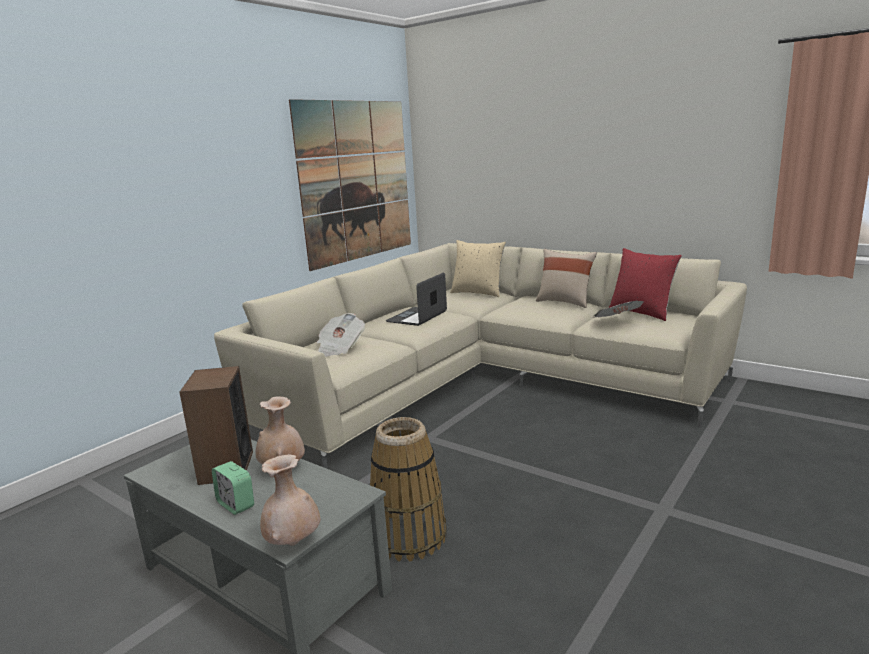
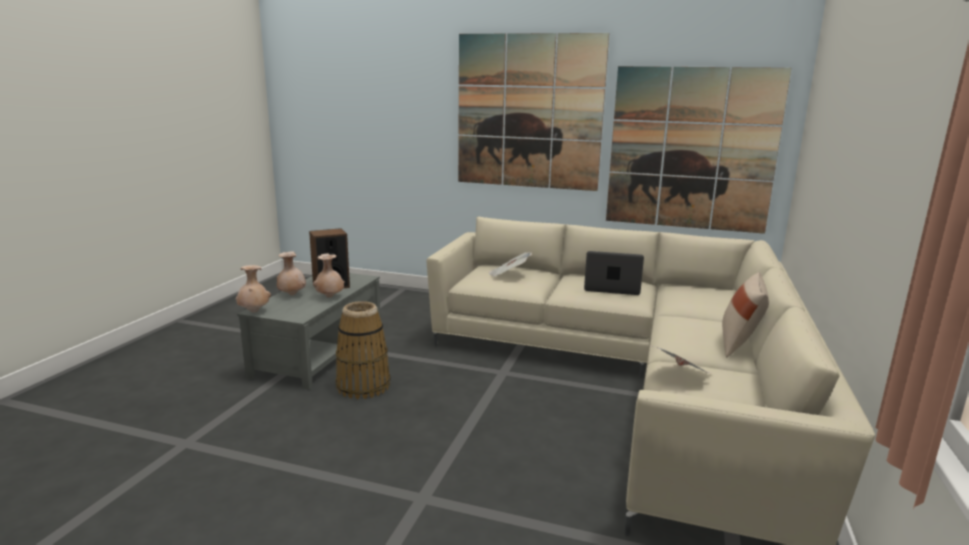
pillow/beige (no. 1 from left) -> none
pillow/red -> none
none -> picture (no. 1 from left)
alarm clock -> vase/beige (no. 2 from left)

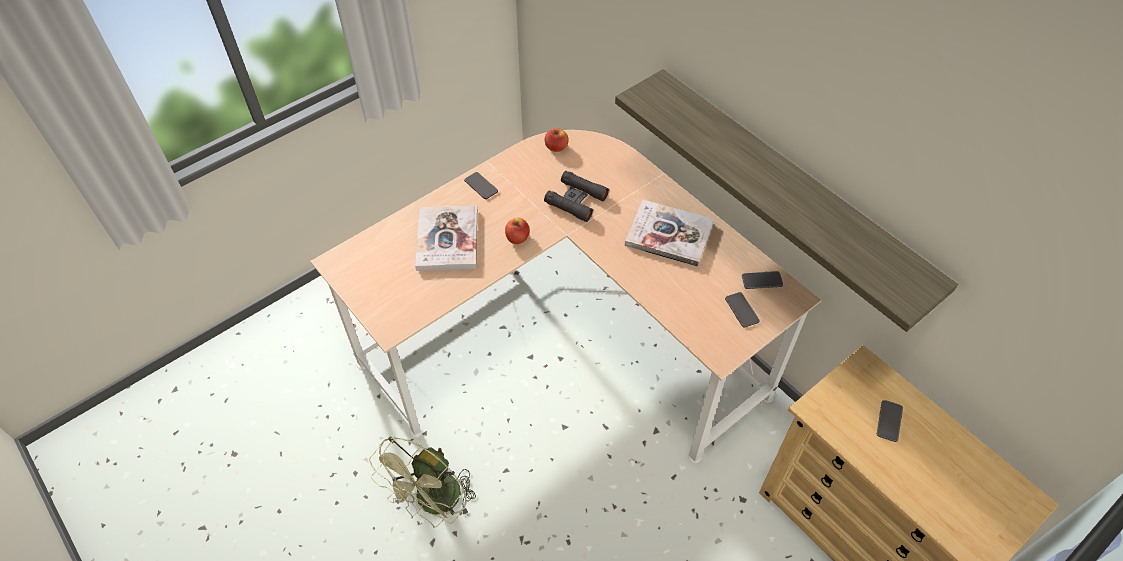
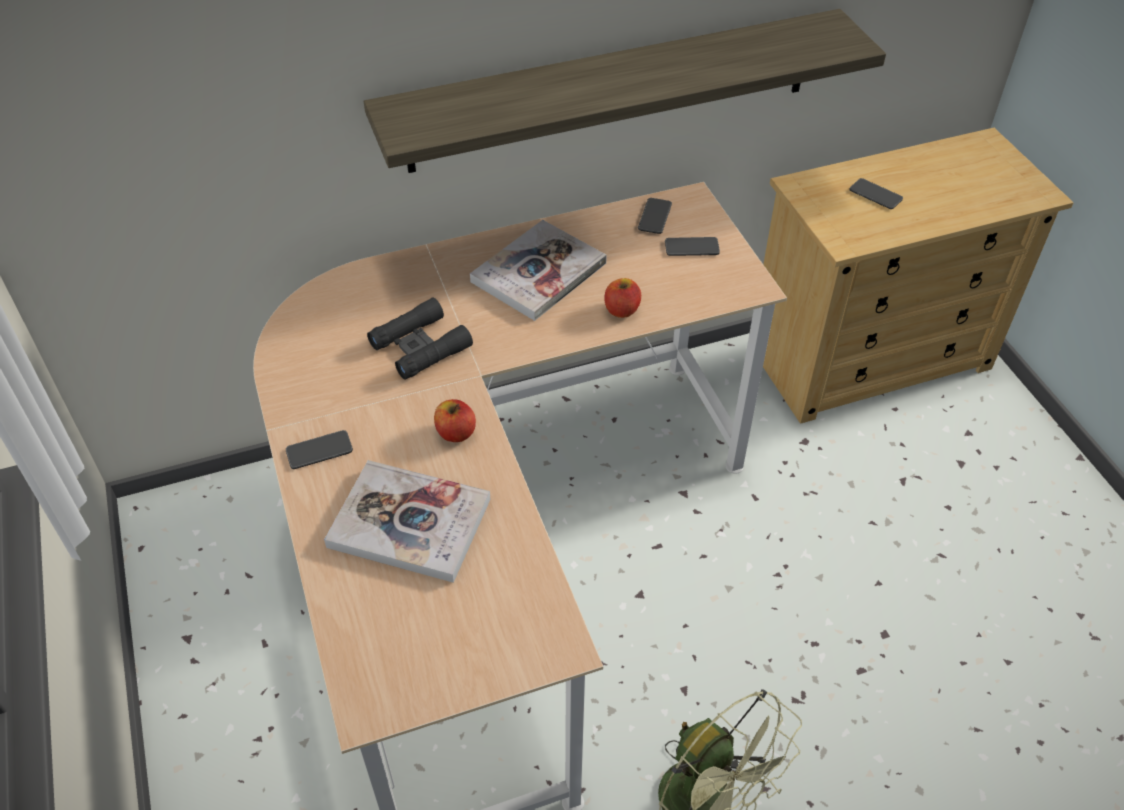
apple (no. 2 from left), relocated

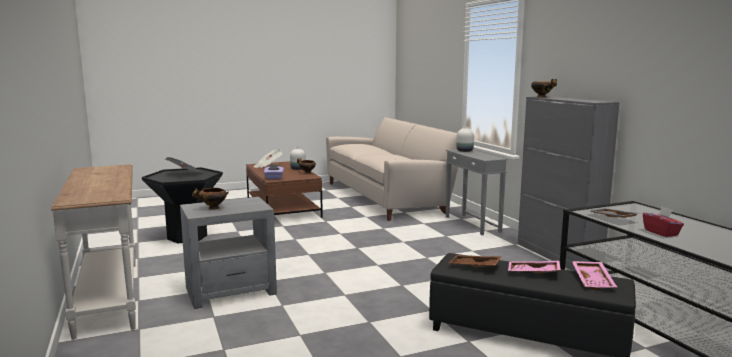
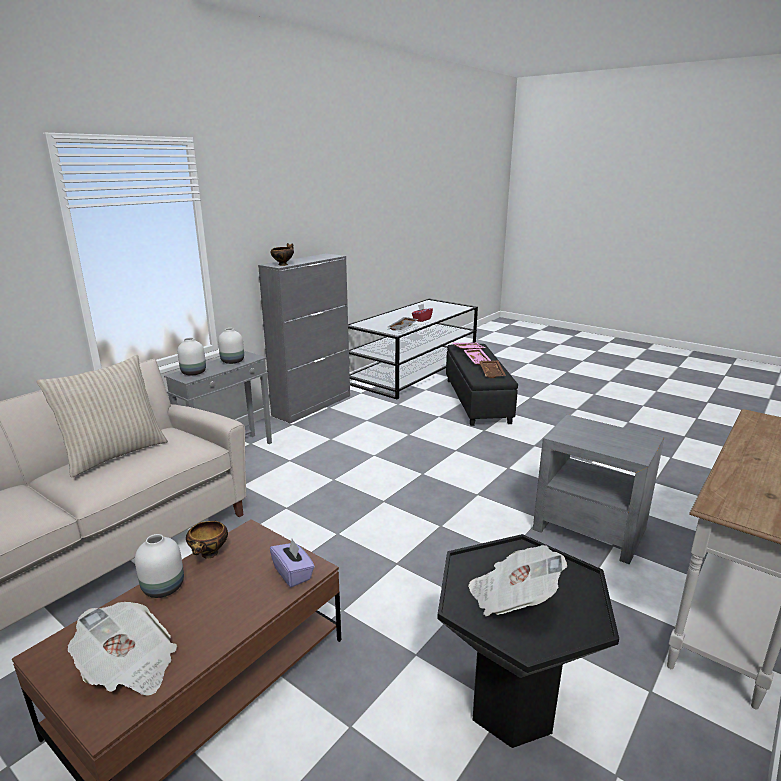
bowl (no. 1 from left) -> none
none -> pillow/beige
none -> vase/white (no. 3 from left)

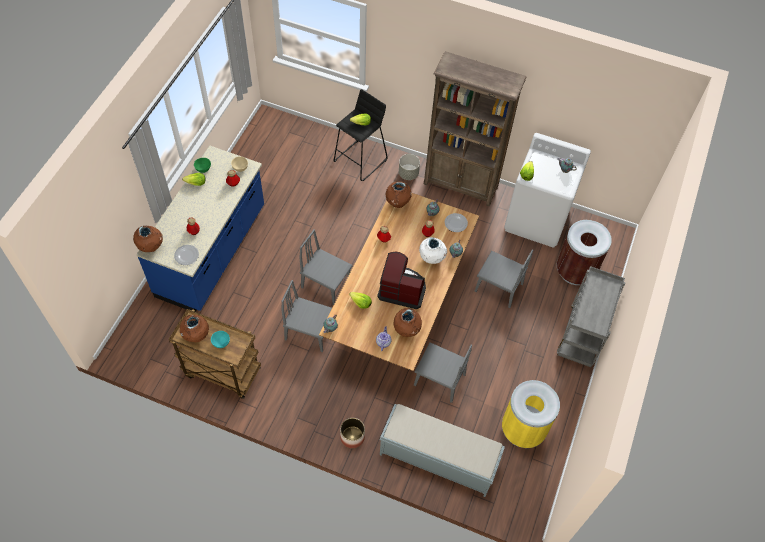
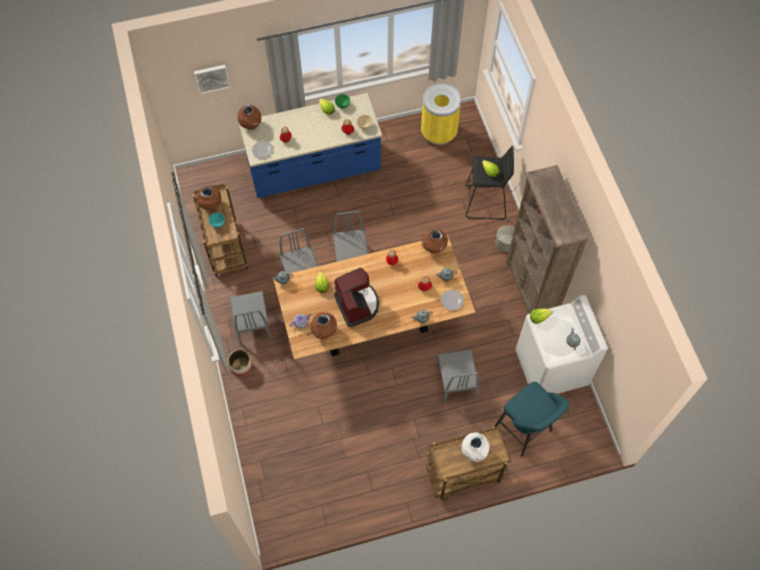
bench/grey -> none
none -> picture
chair/grey (no. 3 from left in the first image) -> chair/grey (no. 1 from left), relocated
vase/white, relocated
trash can/yellow, relocated
trash can/brown -> stool/turquoise
cart/grey -> cart/brown (no. 2 from left)

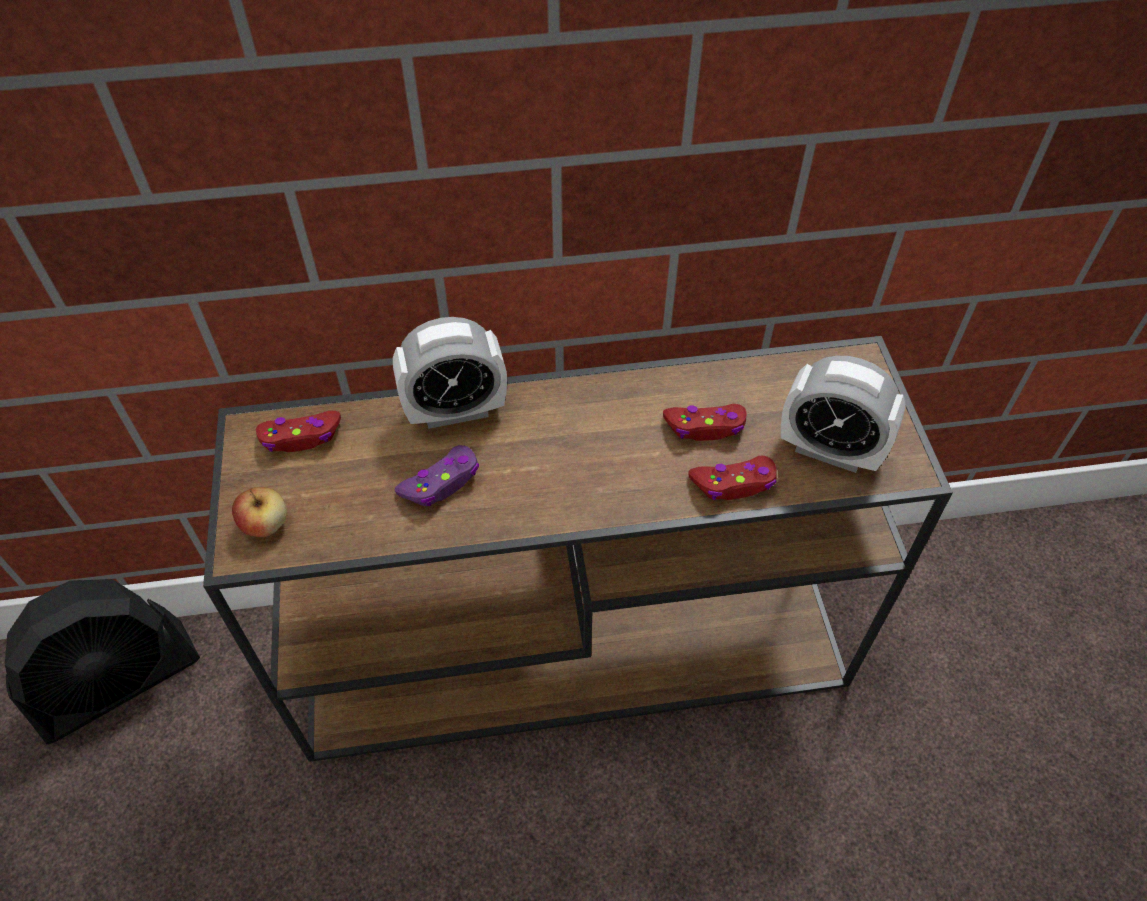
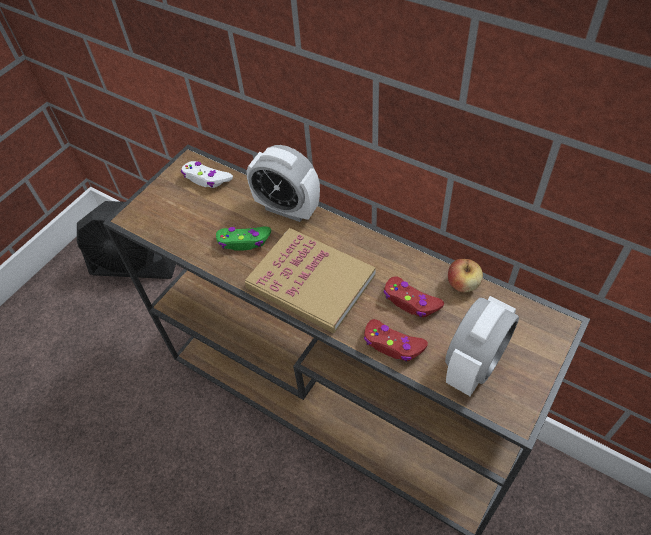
none -> book
apple, relocated
game controller/red (no. 1 from left) -> game controller/white
game controller/purple -> game controller/green
alarm clock (no. 2 from left), 120 degrees counterclockwise

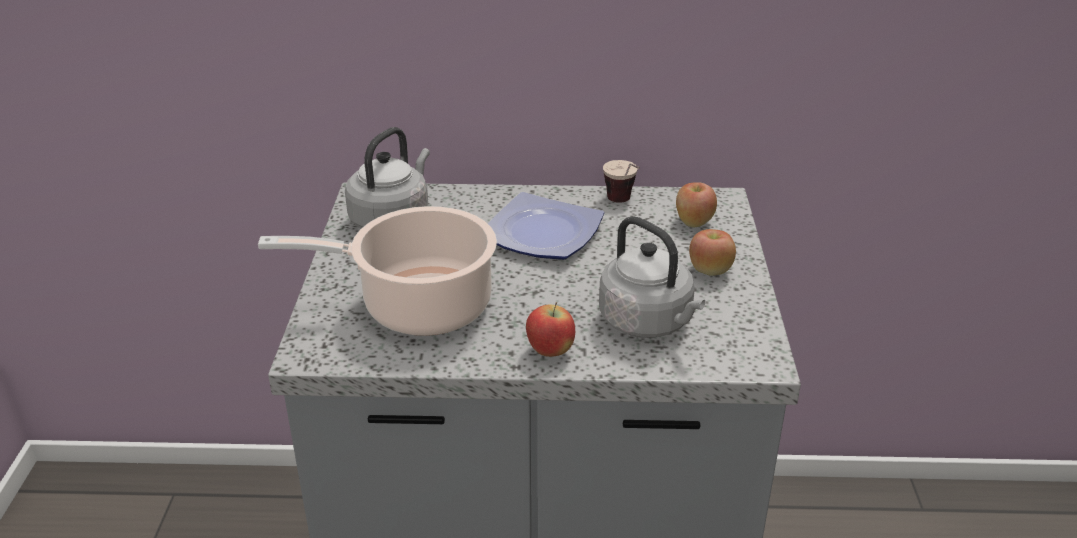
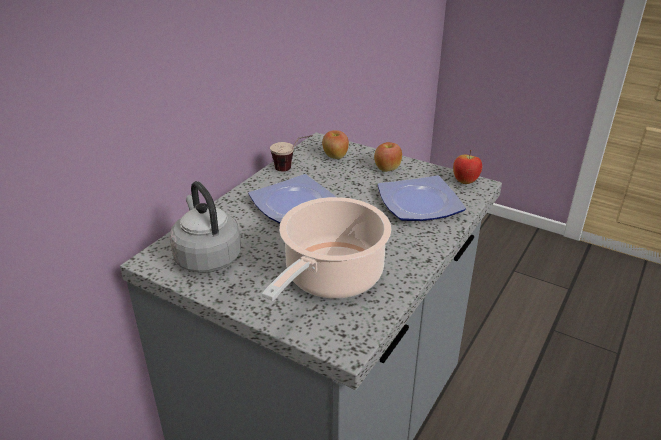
apple (no. 1 from left in the first image) -> apple (no. 3 from left), relocated
kettle/grey (no. 2 from left) -> plate (no. 2 from left)

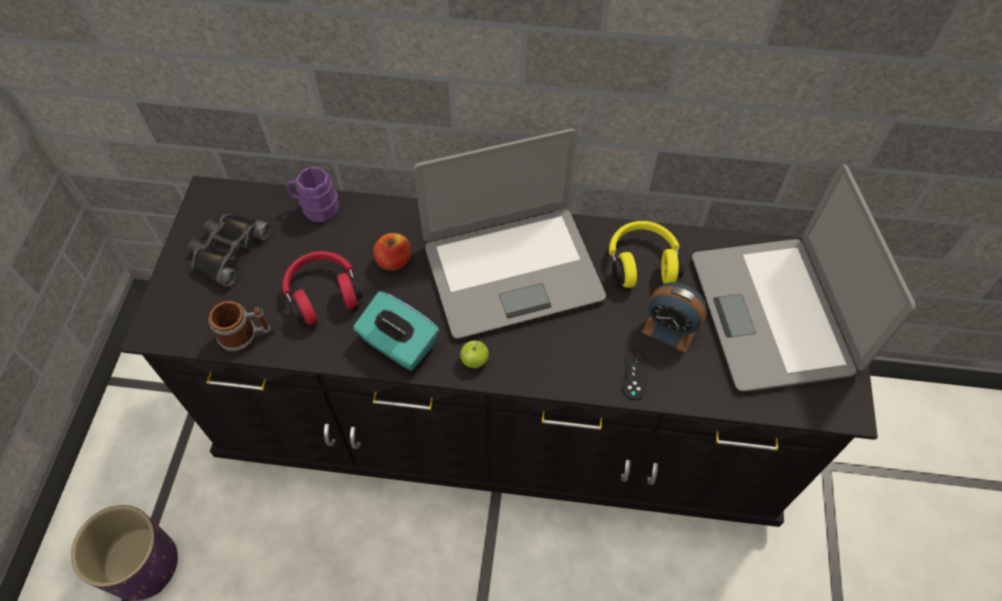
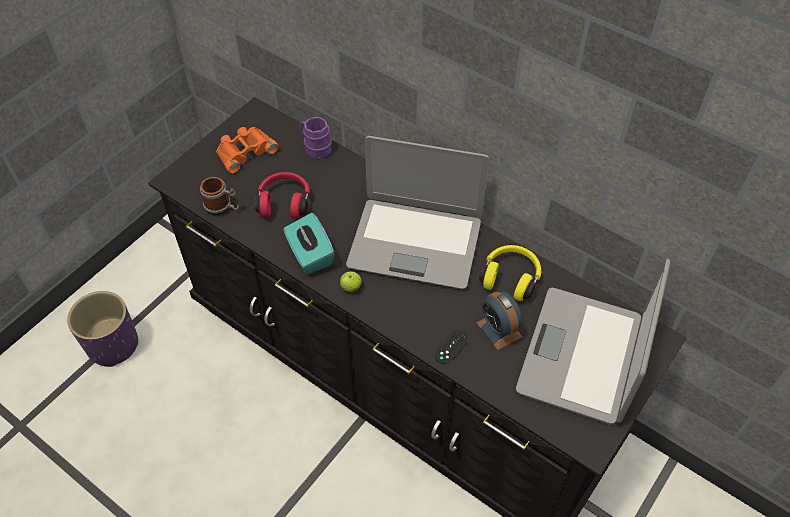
apple (no. 1 from left) -> none
binoculars/black -> binoculars/orange

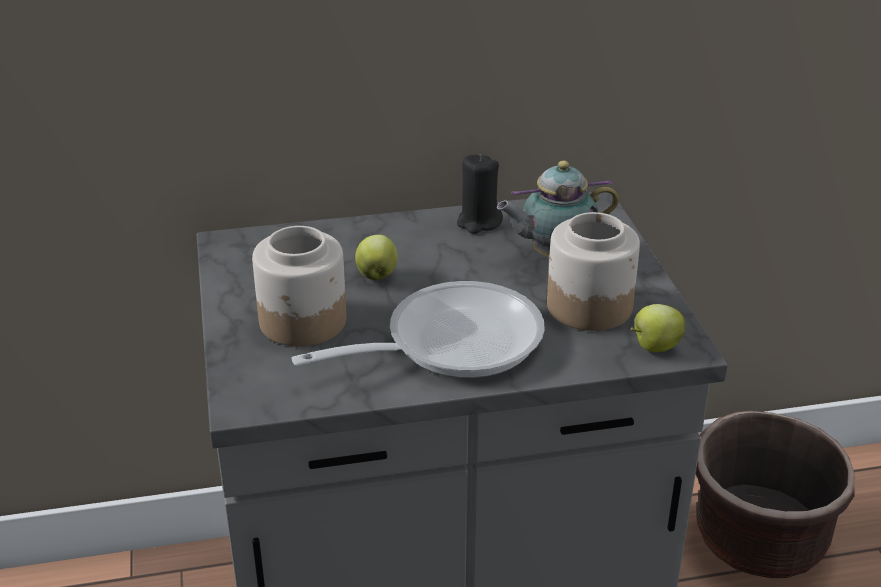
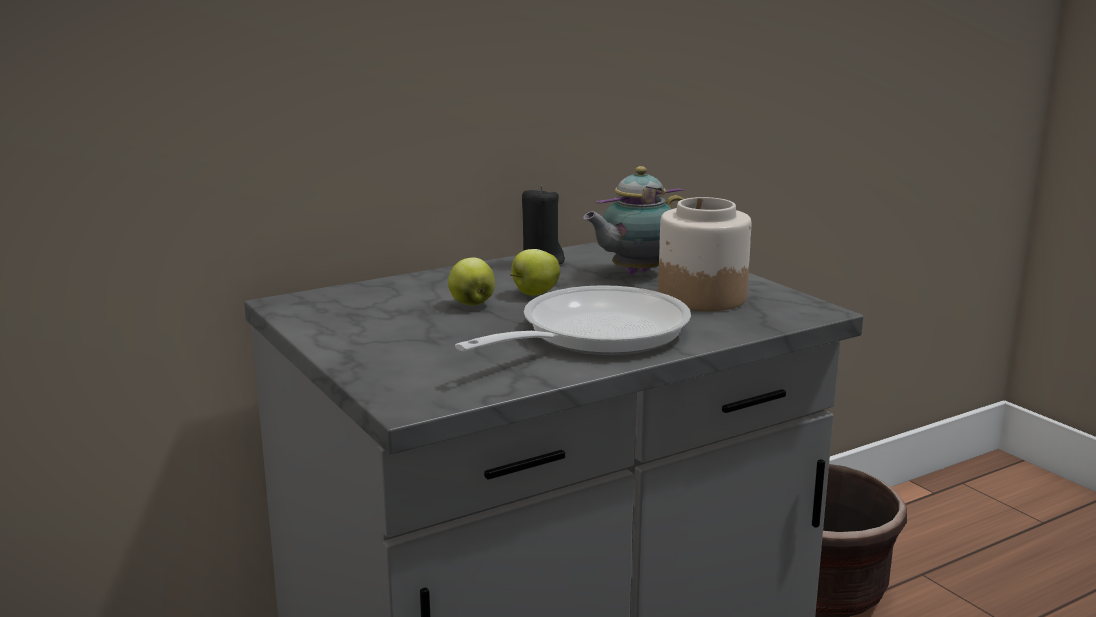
jar (no. 1 from left) -> none
apple (no. 2 from left), relocated

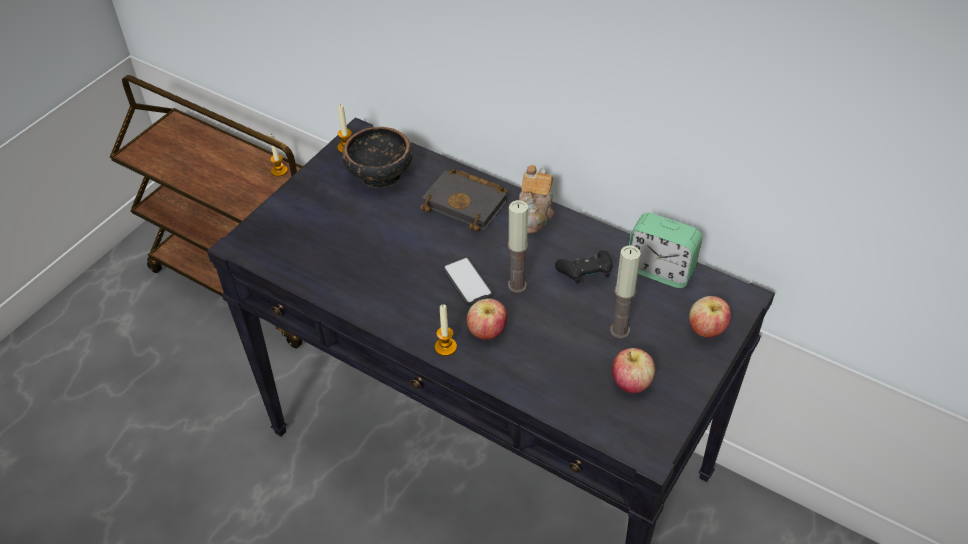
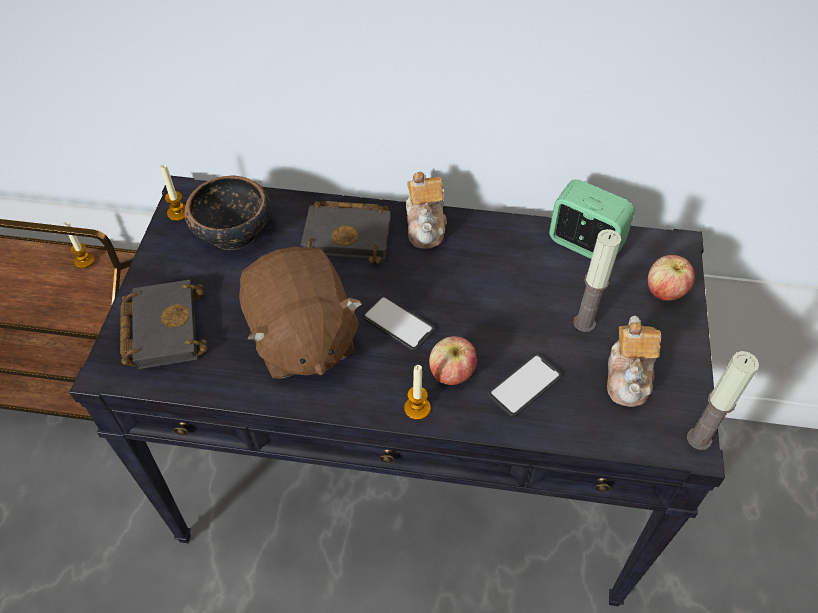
game controller/black -> none
none -> book/black (no. 1 from left)
none -> plush toy/brown
none -> phone (no. 2 from left)
candle (no. 4 from left in the first image) -> candle (no. 5 from left), relocated
apple (no. 2 from left) -> teapot (no. 2 from left)
alarm clock, 150 degrees counterclockwise

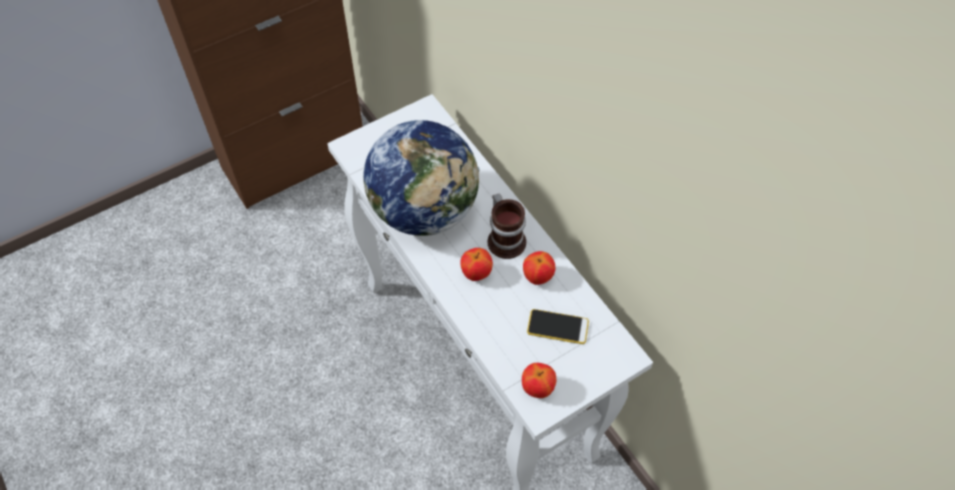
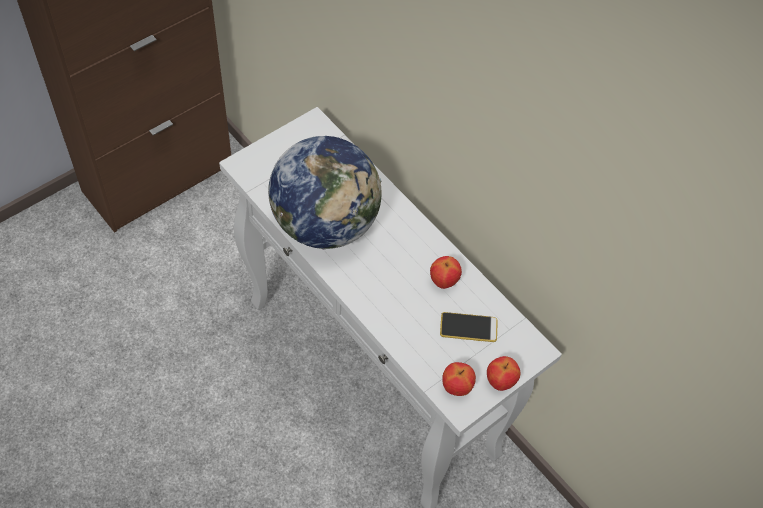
mug -> none
apple (no. 1 from left in the first image) -> apple (no. 3 from left), relocated

